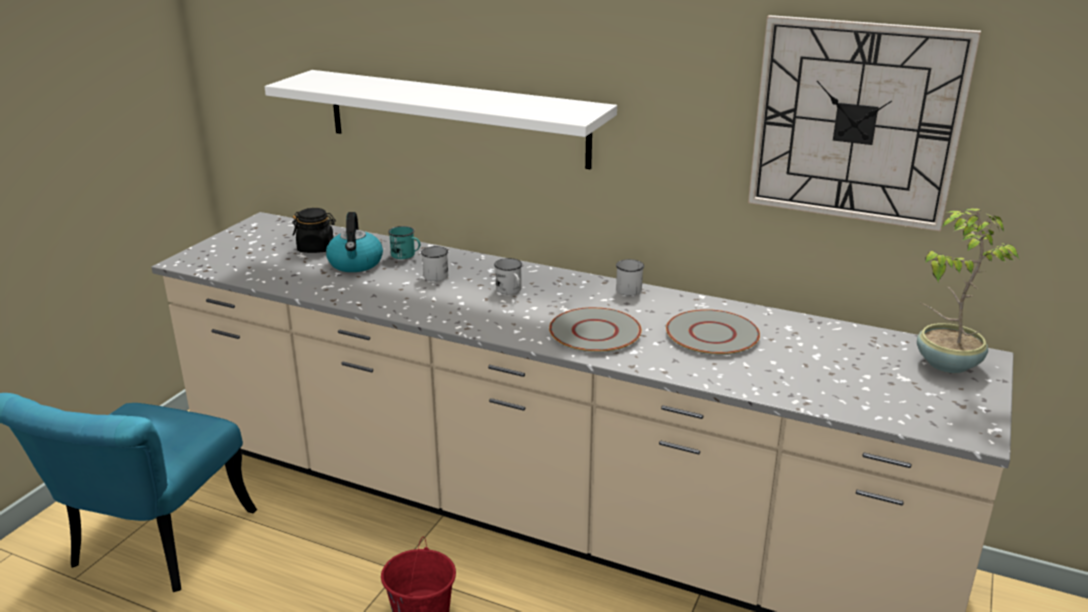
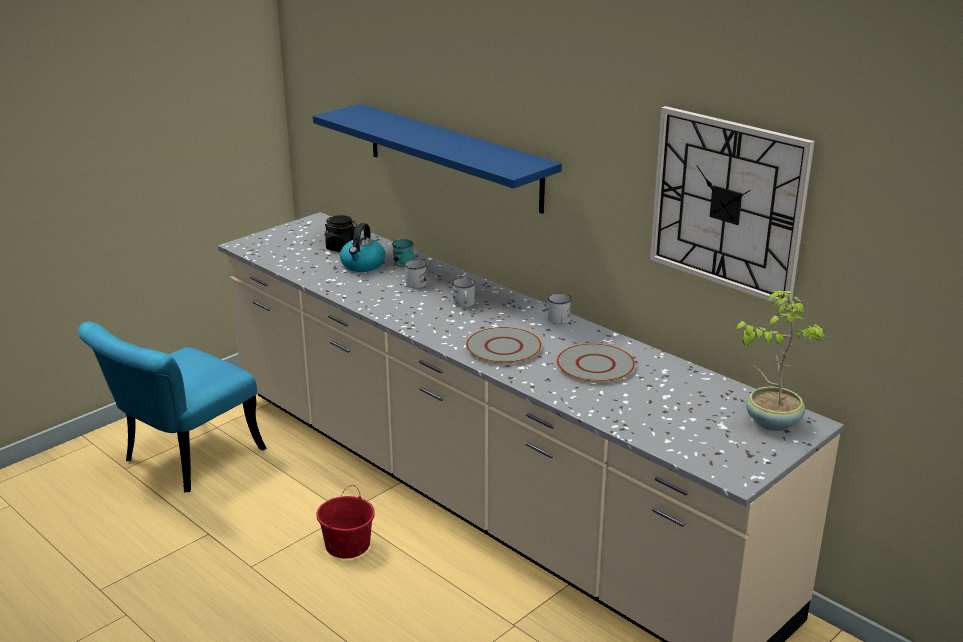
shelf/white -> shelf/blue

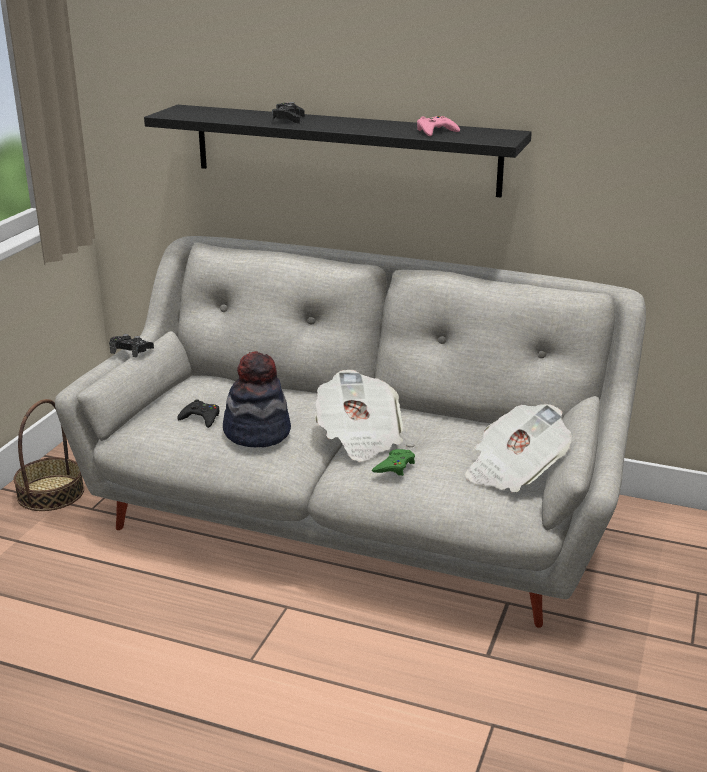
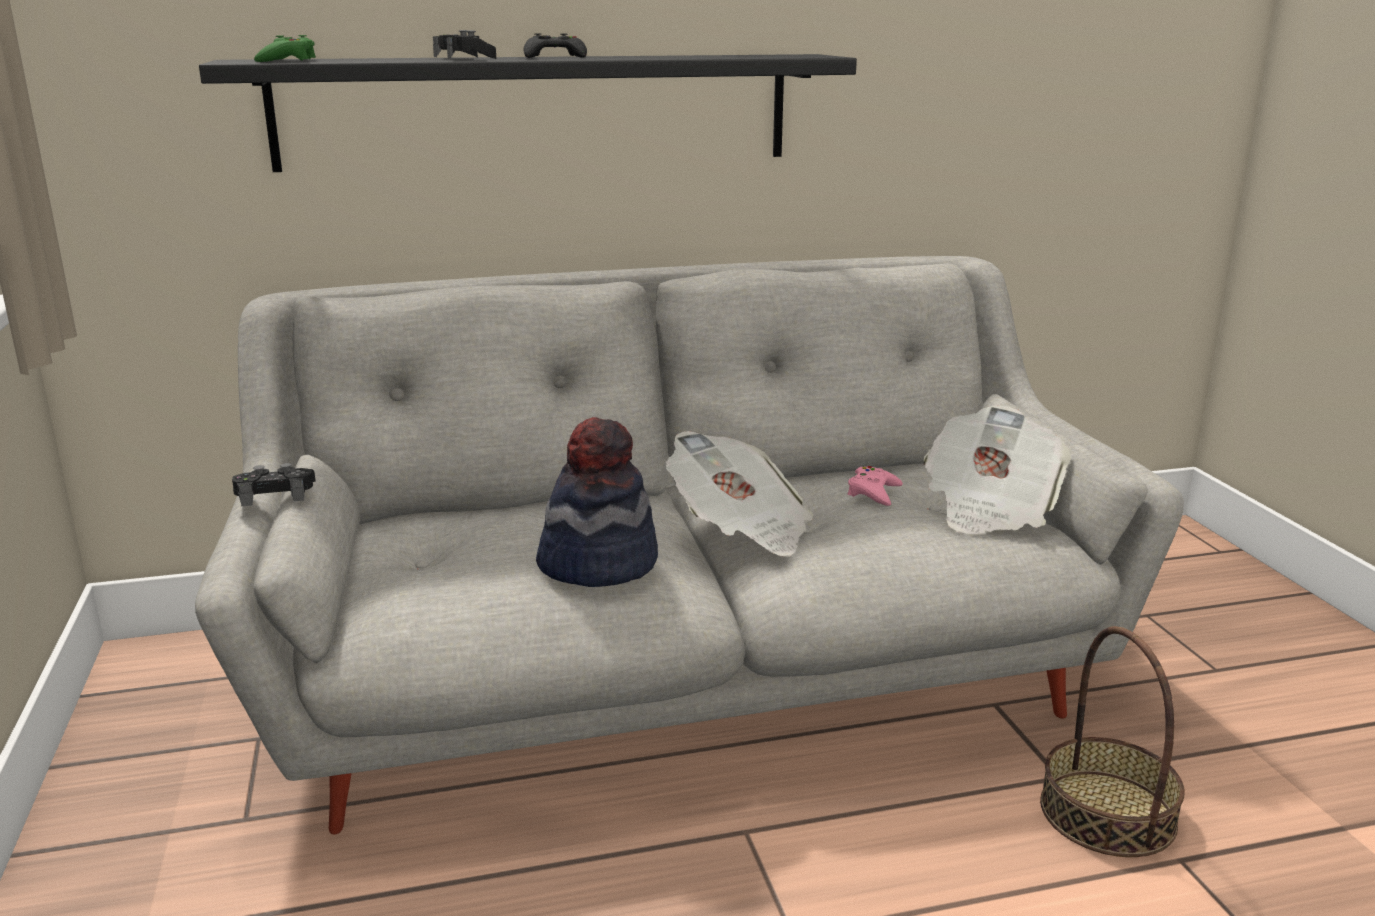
basket, relocated
game controller/black (no. 2 from left in the first image) -> game controller/black (no. 3 from left), relocated
game controller/green, relocated
game controller/pink, relocated

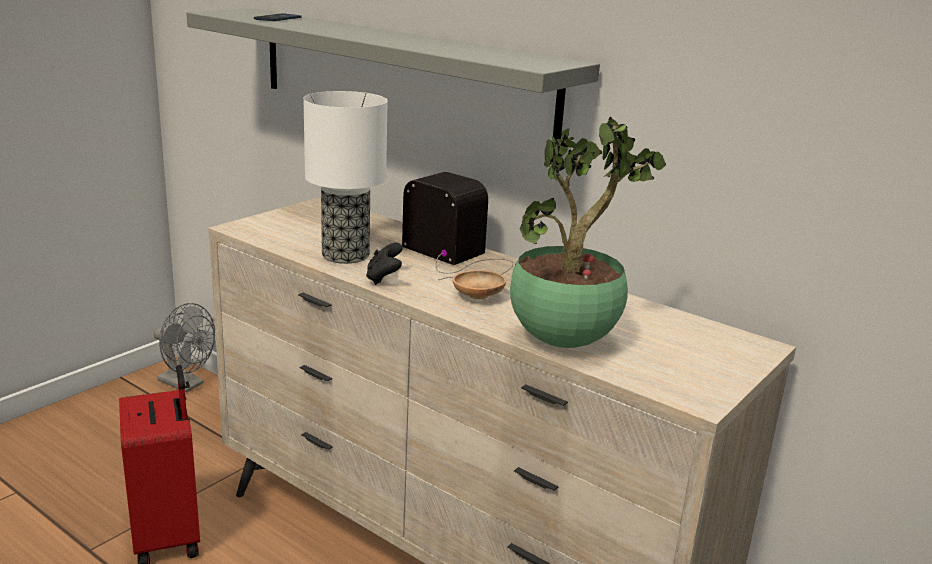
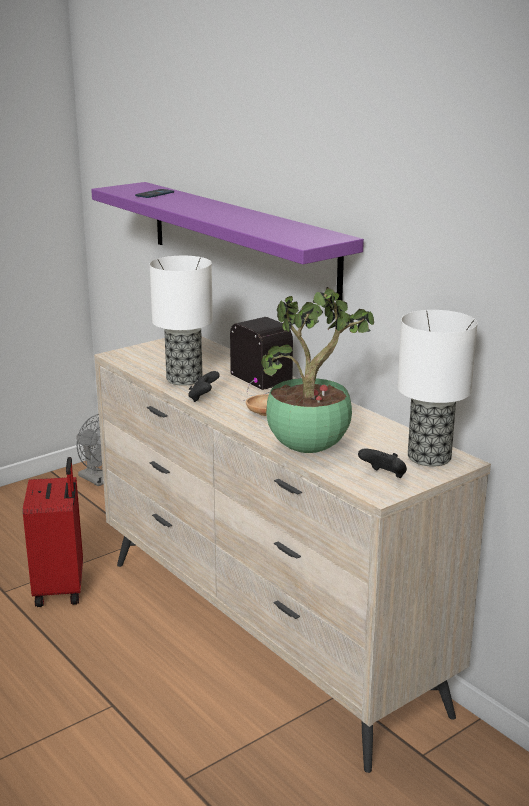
none -> game controller/black (no. 2 from left)
none -> table lamp (no. 2 from left)
shelf/grey -> shelf/purple

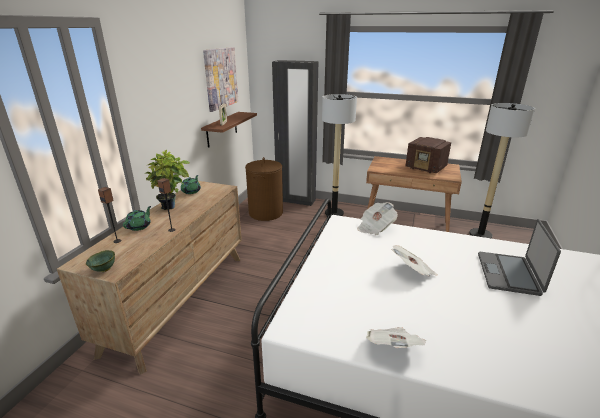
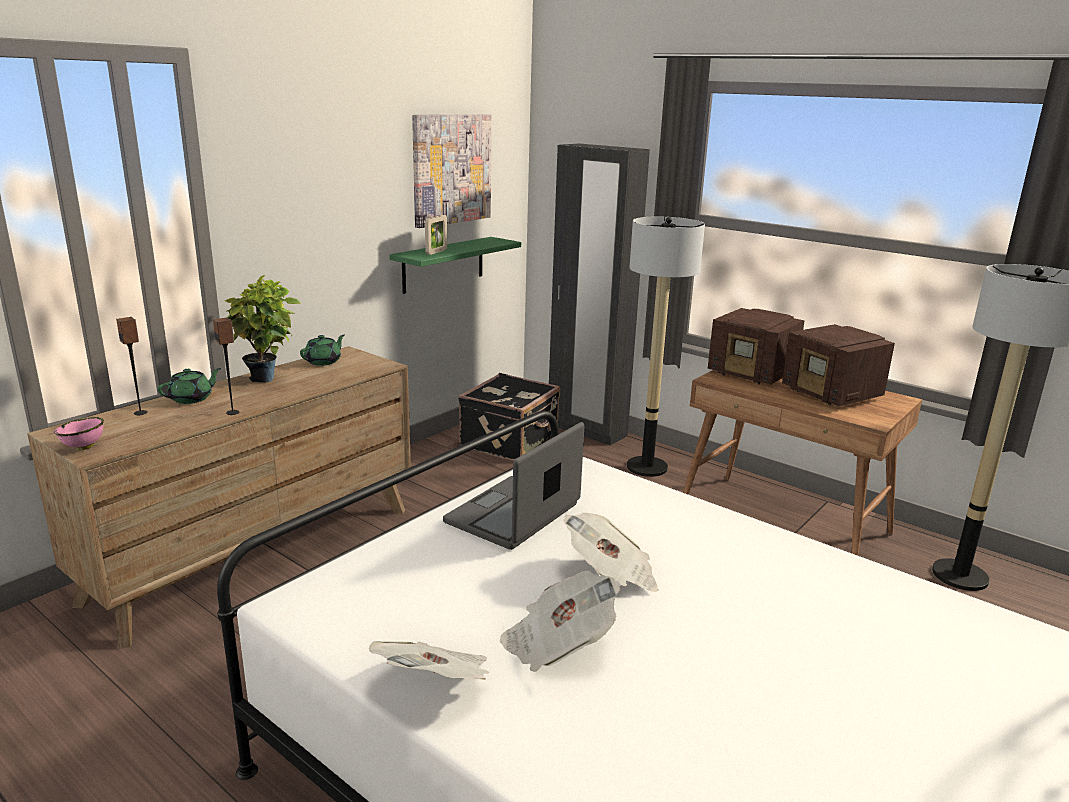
none -> radio (no. 1 from left)
newspaper (no. 1 from left in the first image) -> newspaper (no. 2 from left), relocated
laptop, relocated
laundry basket/brown -> suitcase/black
bowl/green -> bowl/pink
shelf/brown -> shelf/green

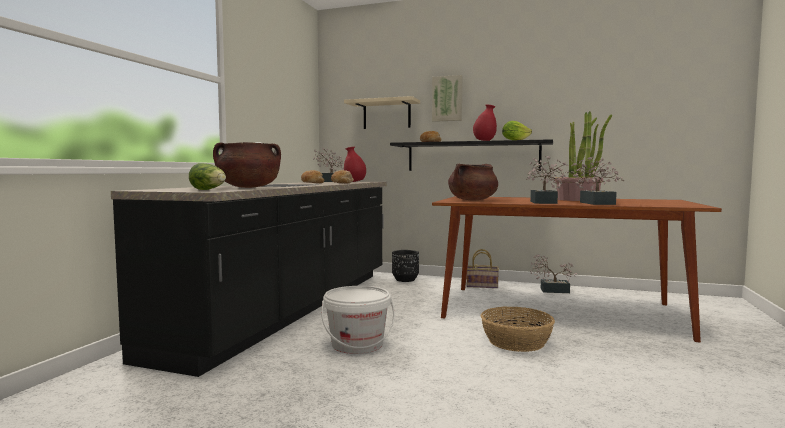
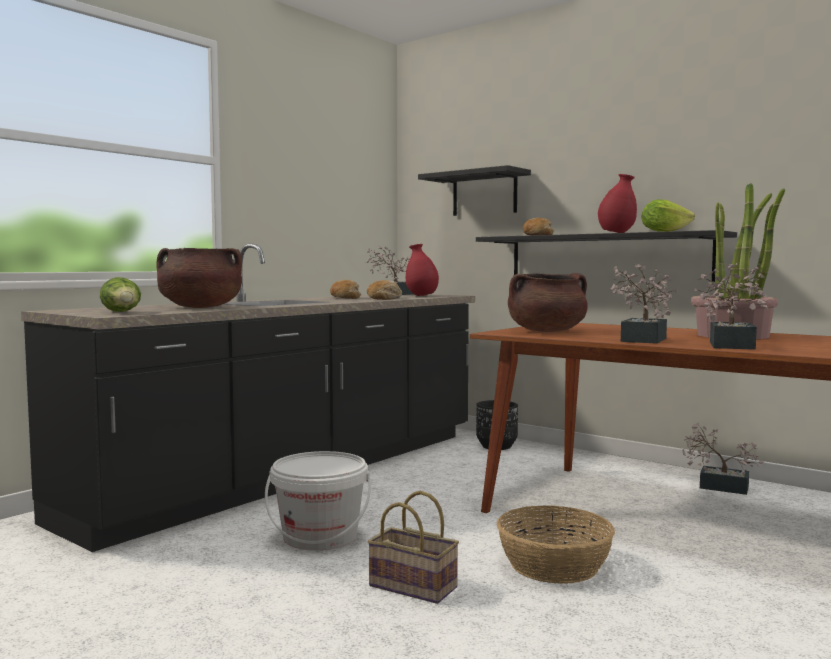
picture -> none
basket (no. 1 from left), relocated
shelf/beige -> shelf/black (no. 1 from left)

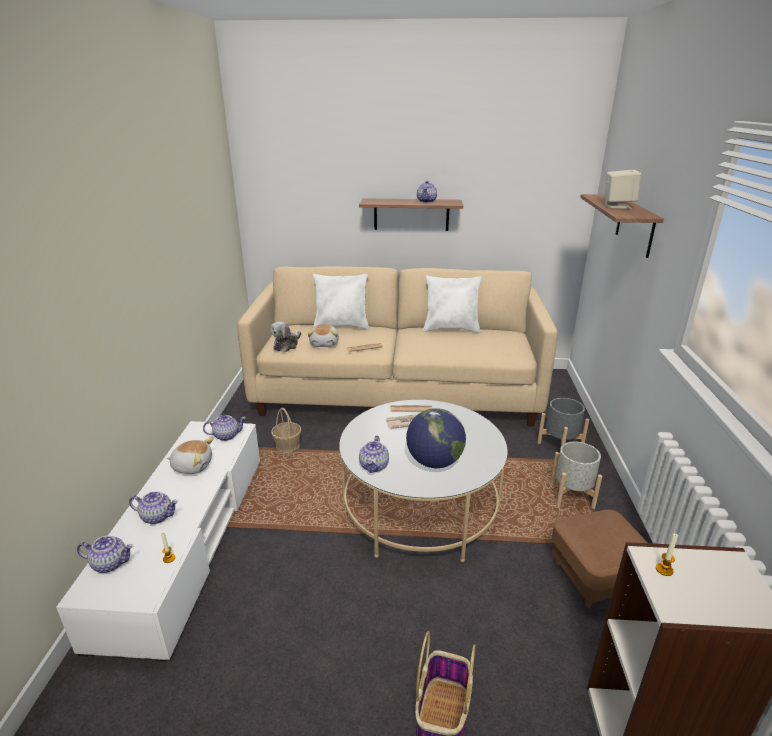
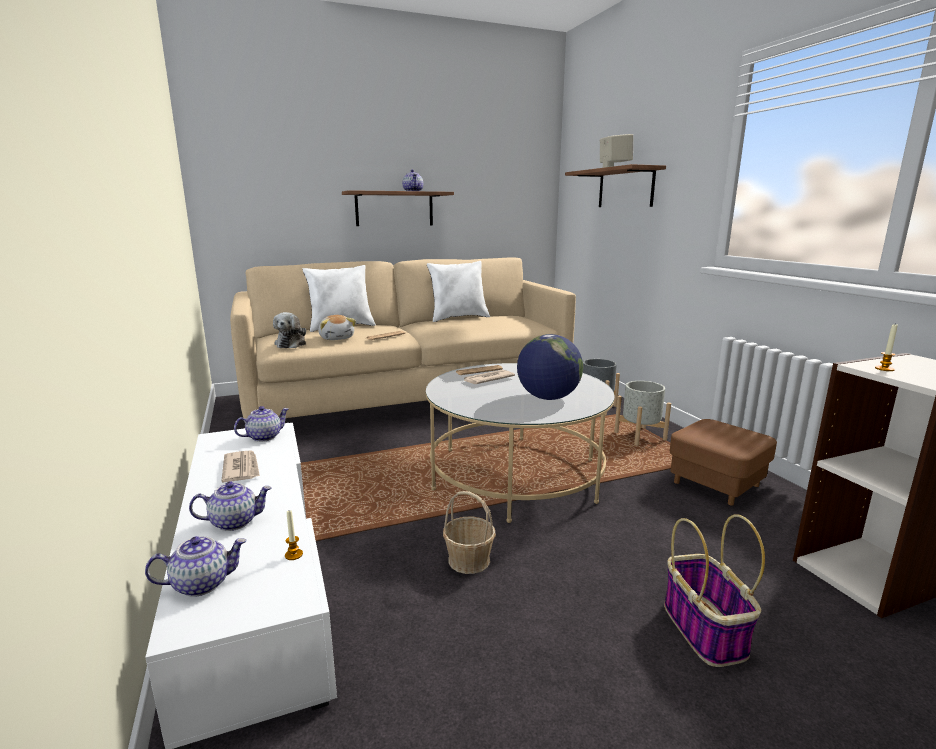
teapot (no. 4 from left) -> none
basket (no. 1 from left), relocated
plush toy (no. 1 from left) -> newspaper (no. 1 from left)

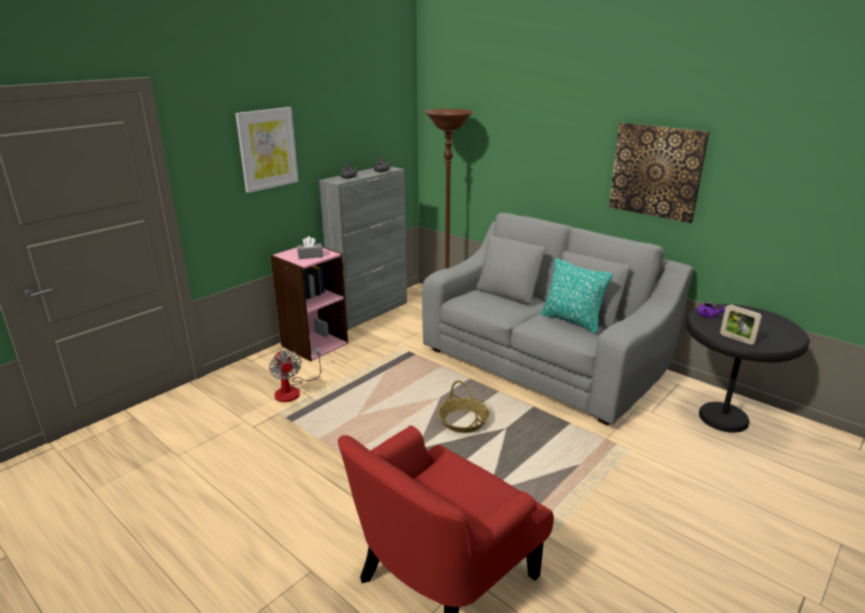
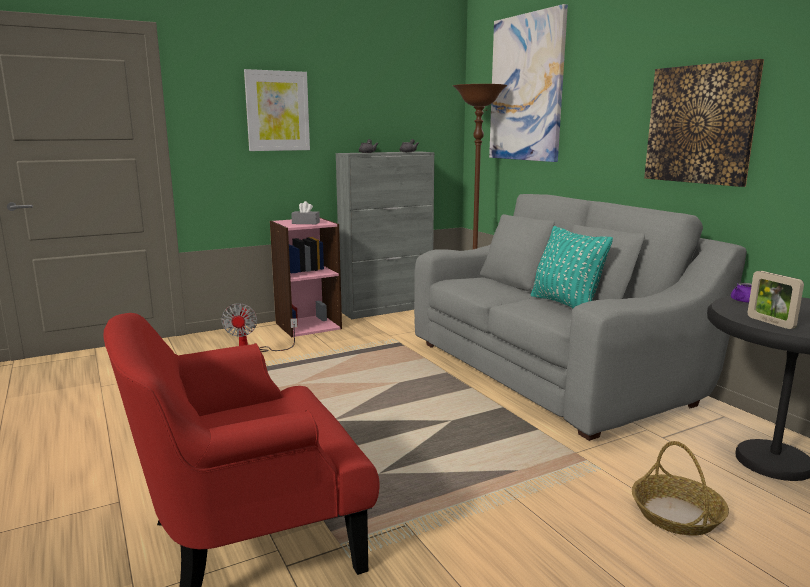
none -> picture (no. 2 from left)
basket, relocated

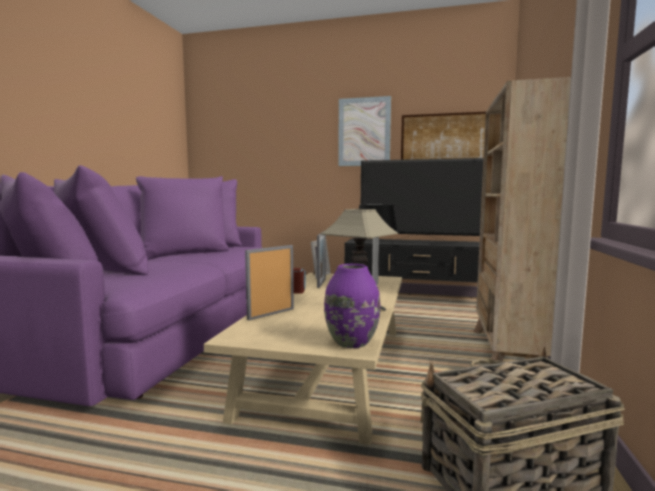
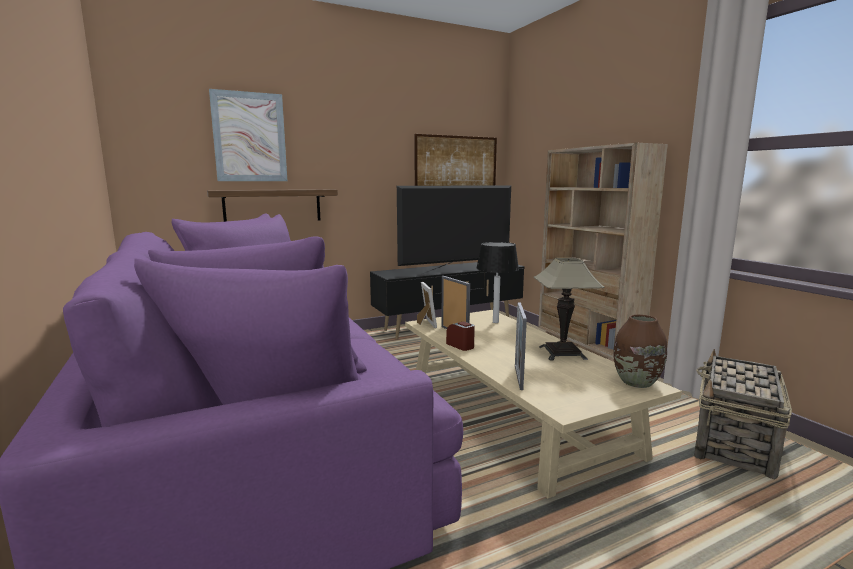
none -> shelf
picture (no. 1 from left), relocated
vase/purple -> vase/brown

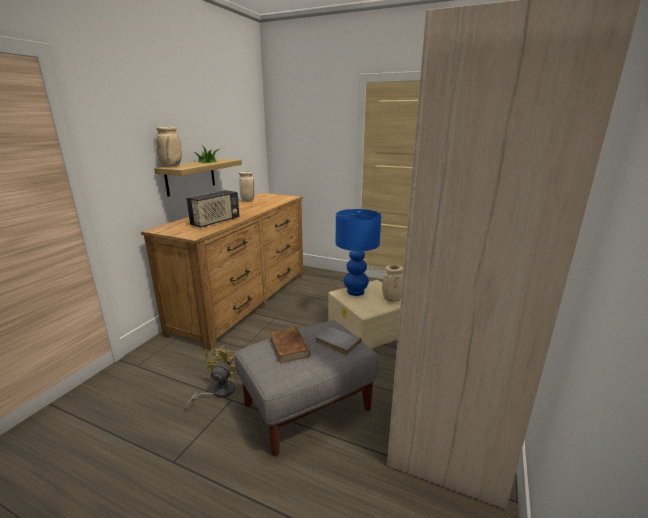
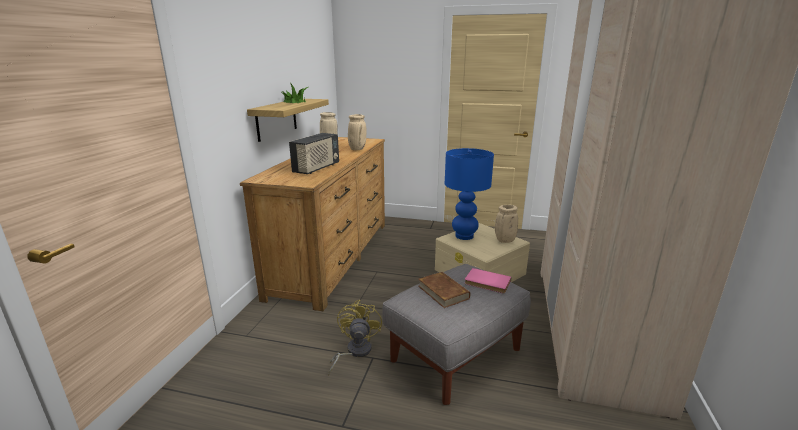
vase/beige (no. 1 from left in the first image) -> vase/beige (no. 2 from left), relocated
book/grey -> book/pink

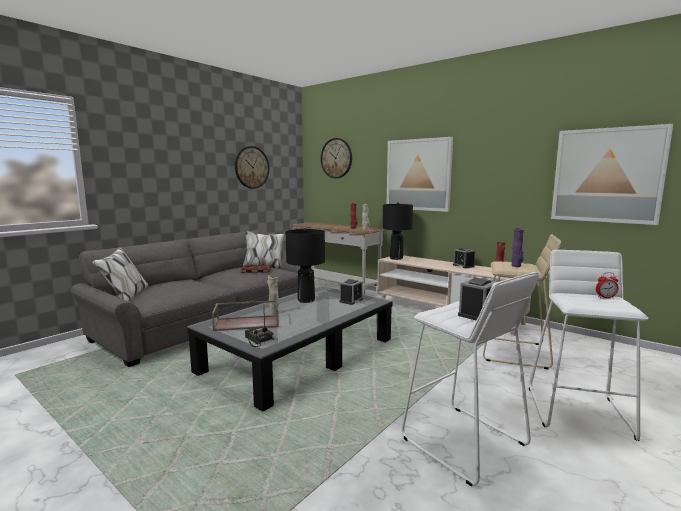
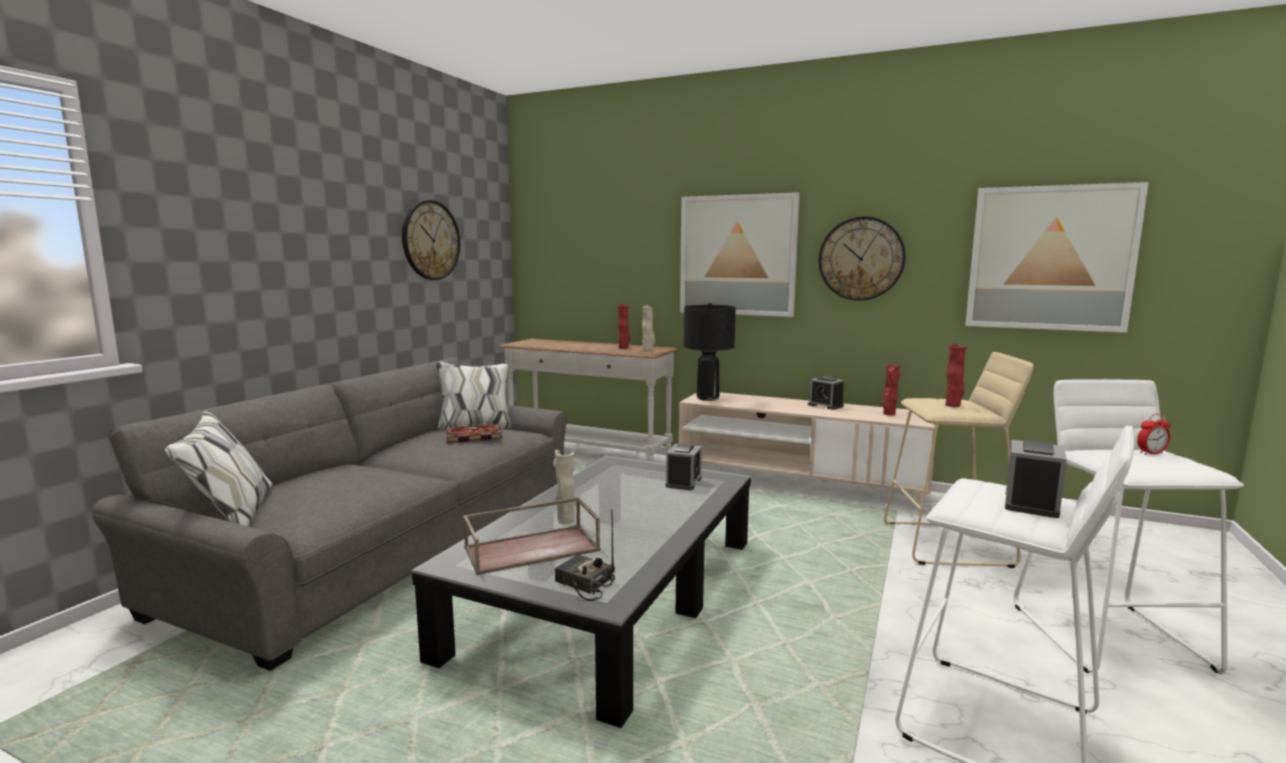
table lamp/black (no. 1 from left) -> none
wall clock (no. 2 from left), relocated
vase/purple -> vase/red (no. 3 from left)

